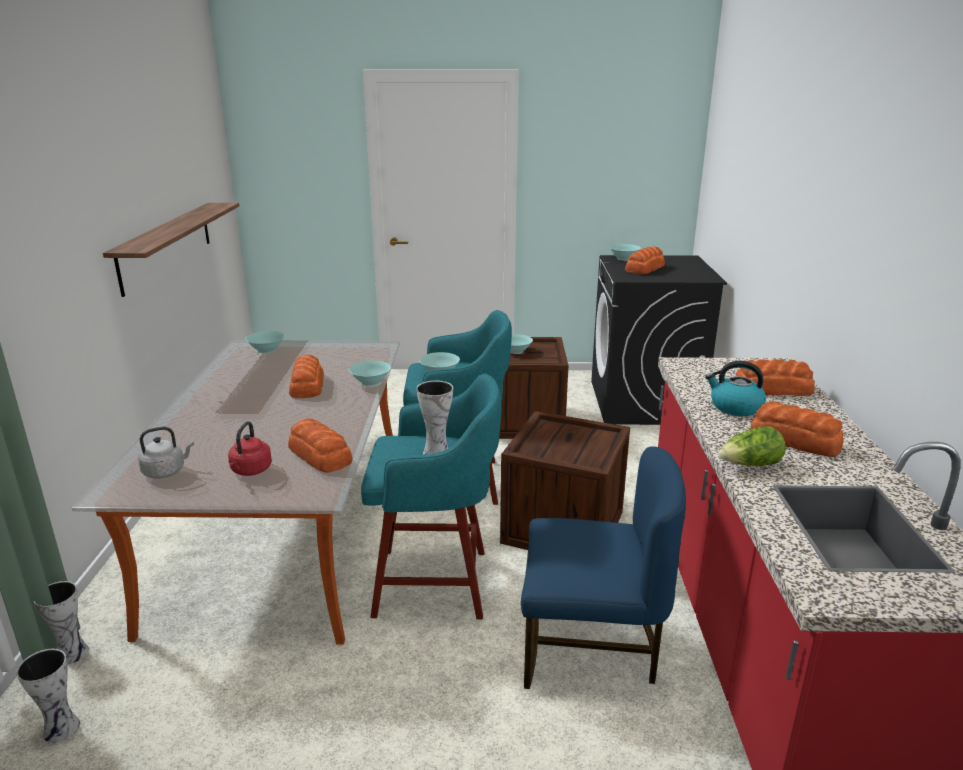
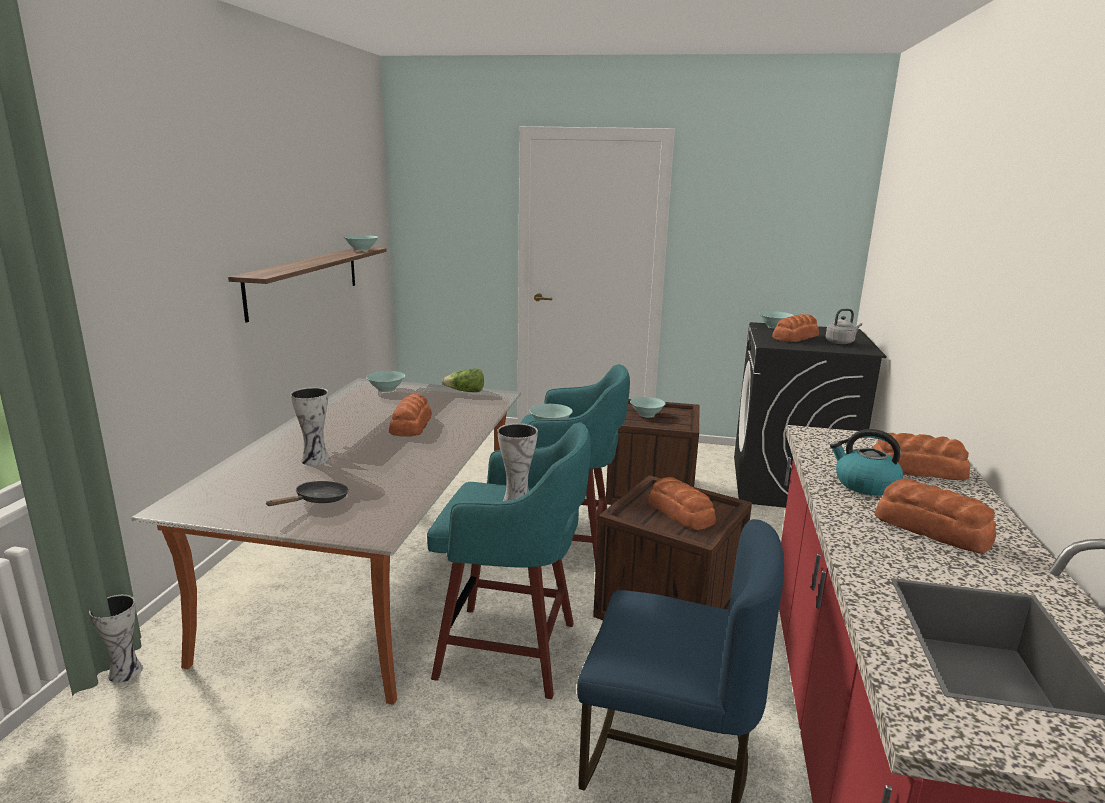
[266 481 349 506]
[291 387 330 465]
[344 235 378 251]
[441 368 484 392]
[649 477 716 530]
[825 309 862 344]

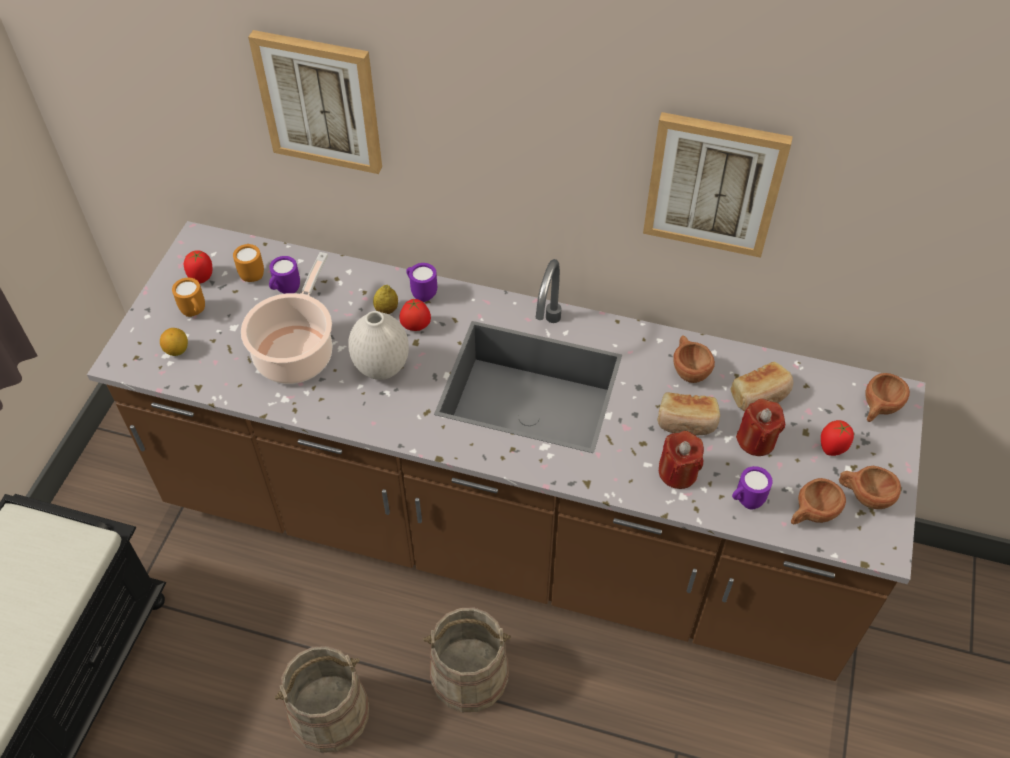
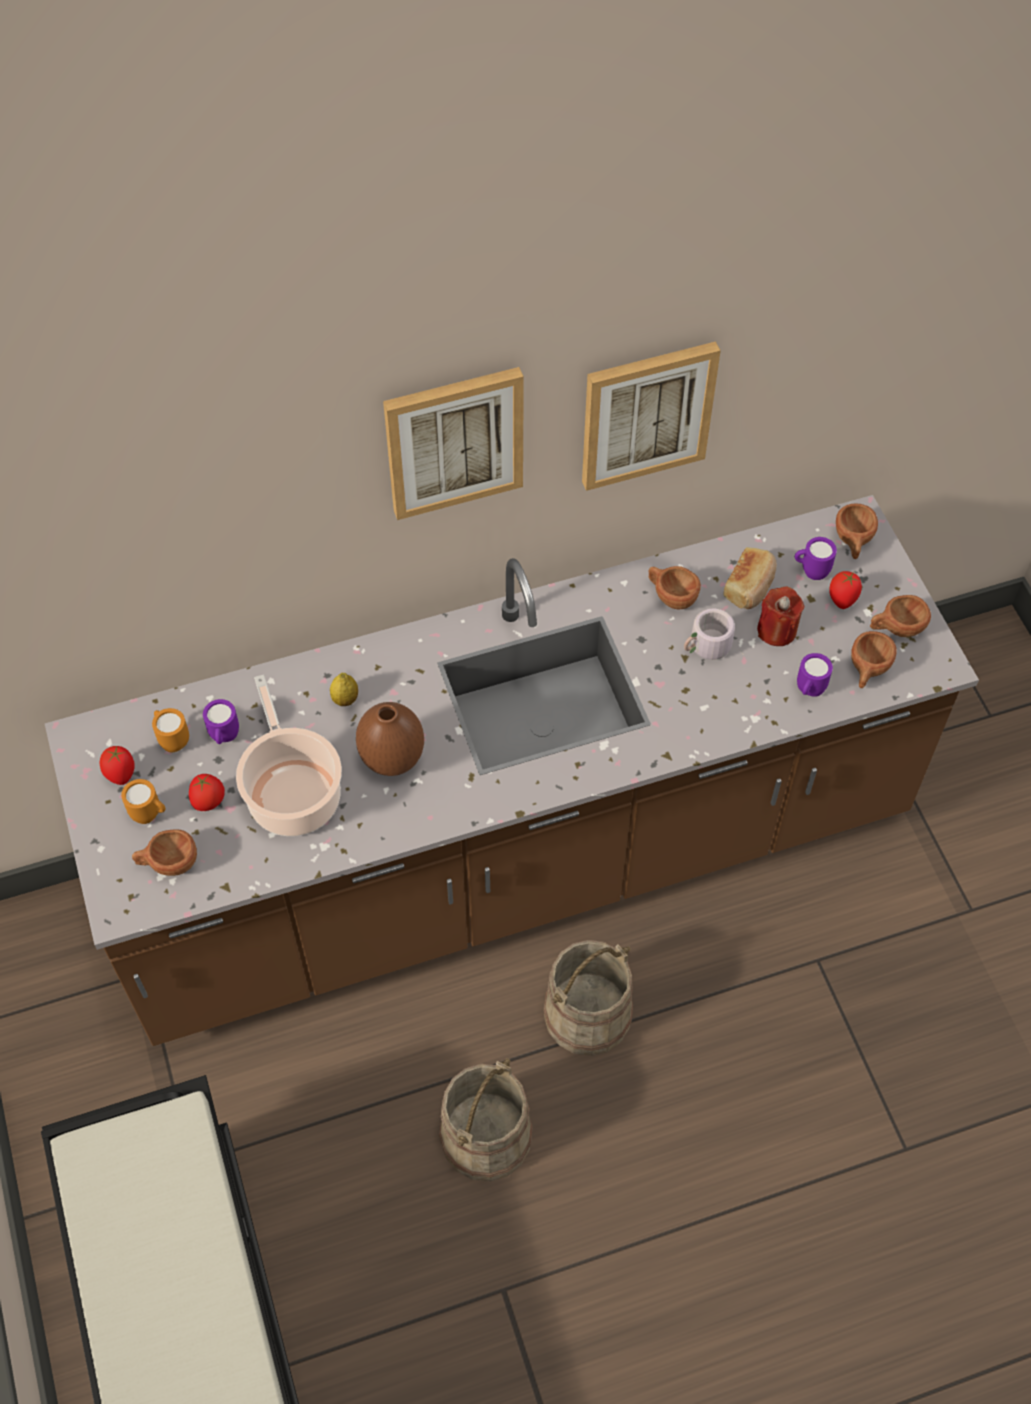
[132 829 197 876]
[189 774 225 811]
[356 702 424 776]
[383 367 524 520]
[684 608 743 660]
[795 537 837 580]
[659 431 704 489] (first image)

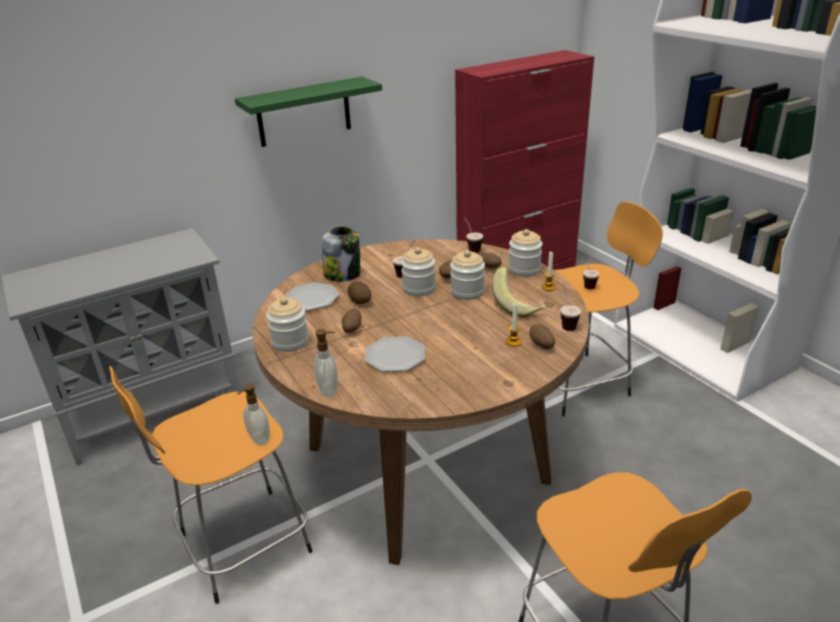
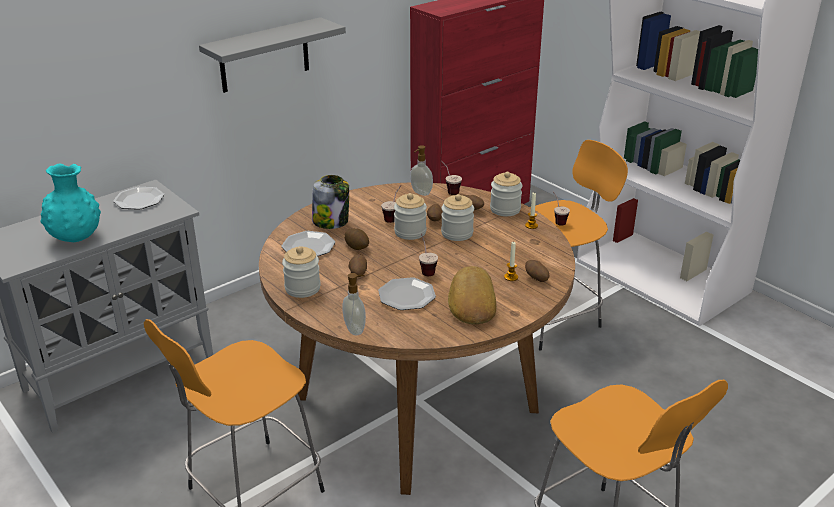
[40 164 101 242]
[113 187 164 210]
[199 17 346 93]
[410 145 433 196]
[419 234 438 276]
[448 266 496 324]
[492 267 546 318] (first image)

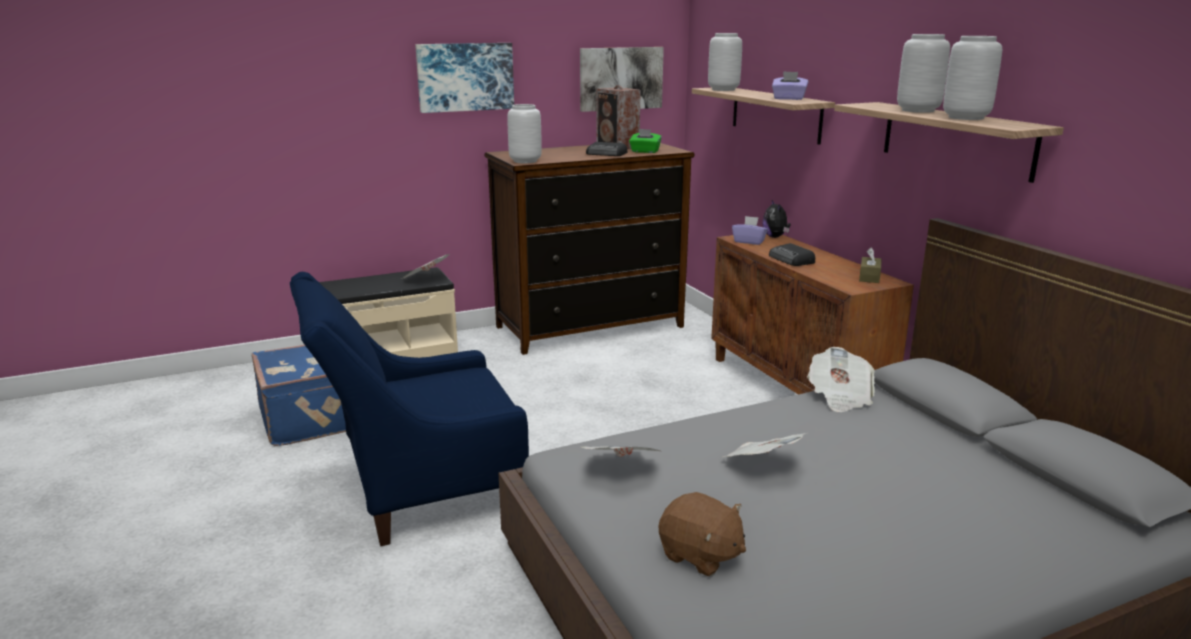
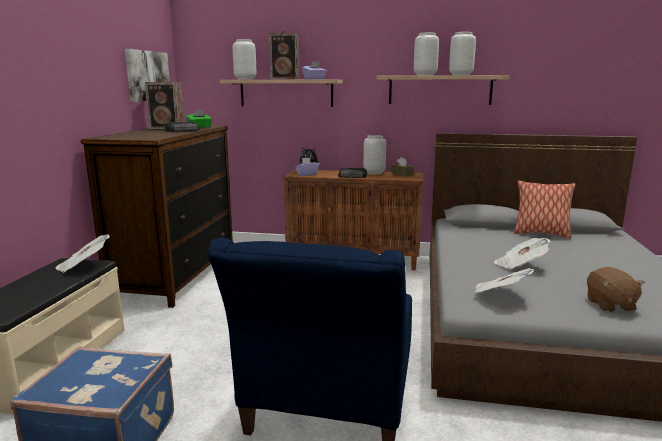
[269 32 300 80]
[363 135 386 175]
[514 180 576 239]
[587 267 645 312]
[415 43 514 113] (first image)
[807 347 875 412] (first image)

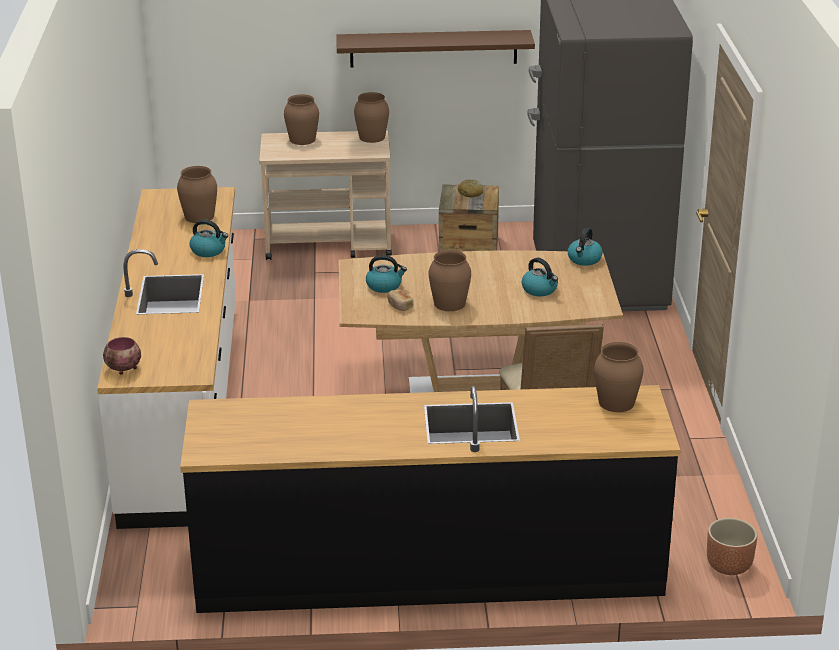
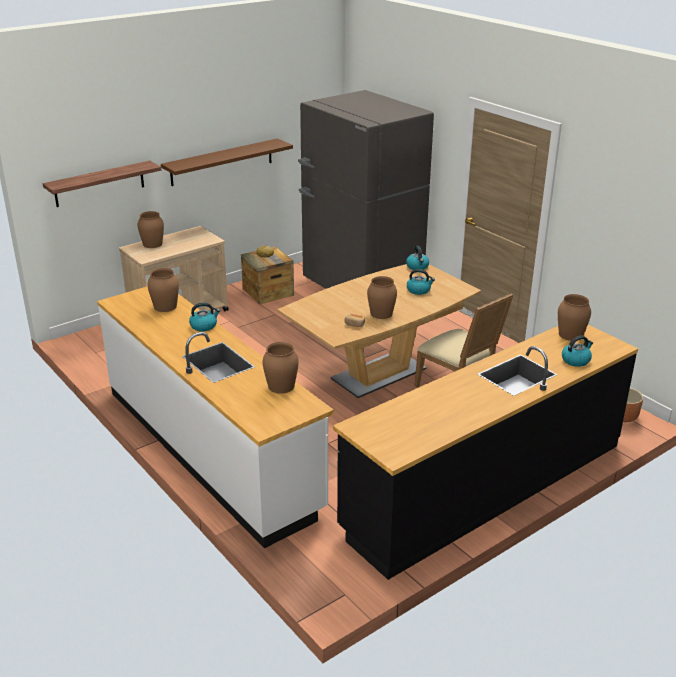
[43 161 161 207]
[262 342 299 394]
[562 336 593 367]
[103 337 141 375] (first image)

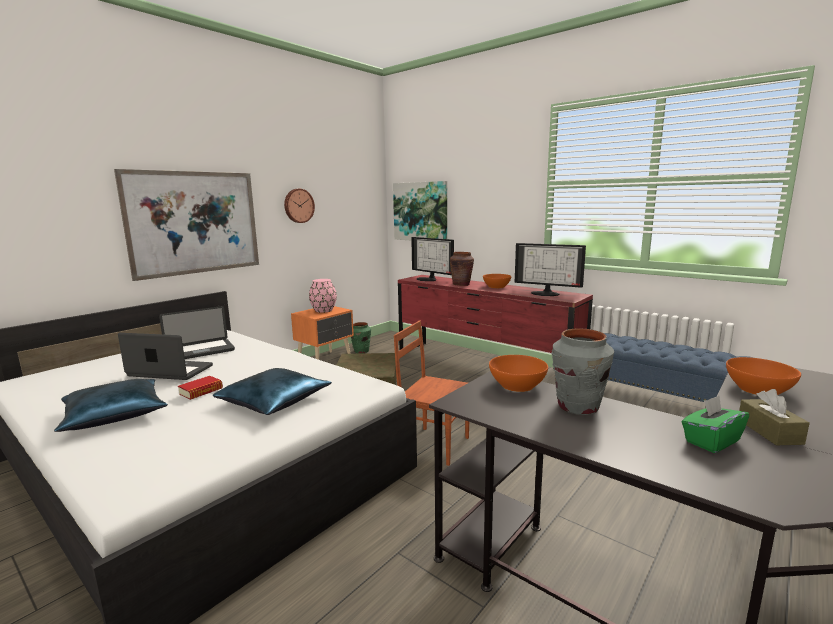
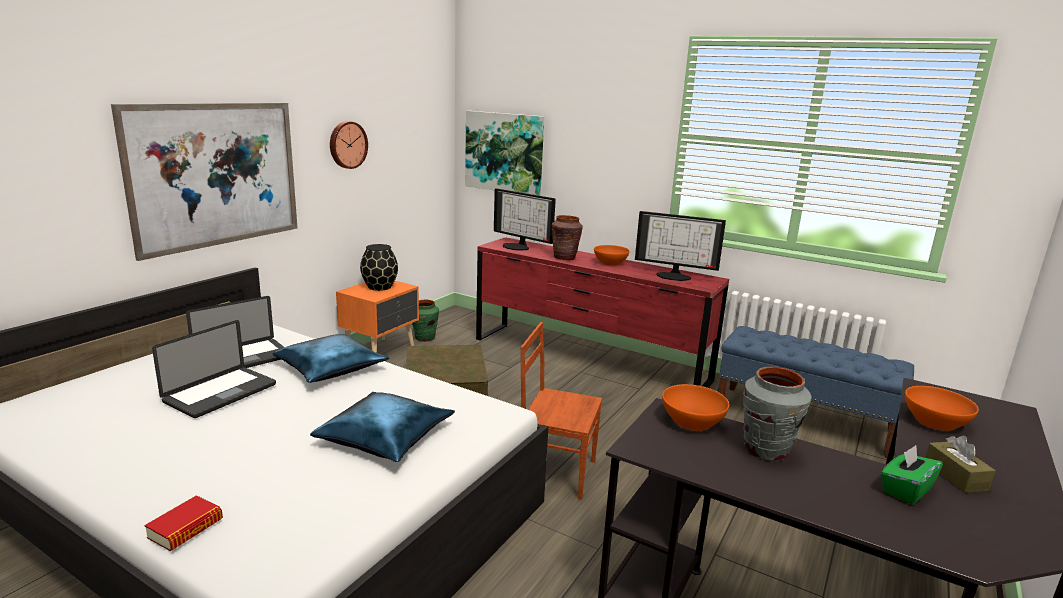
[144 495 223 551]
[152 320 276 418]
[273 334 389 383]
[360 244 398 291]

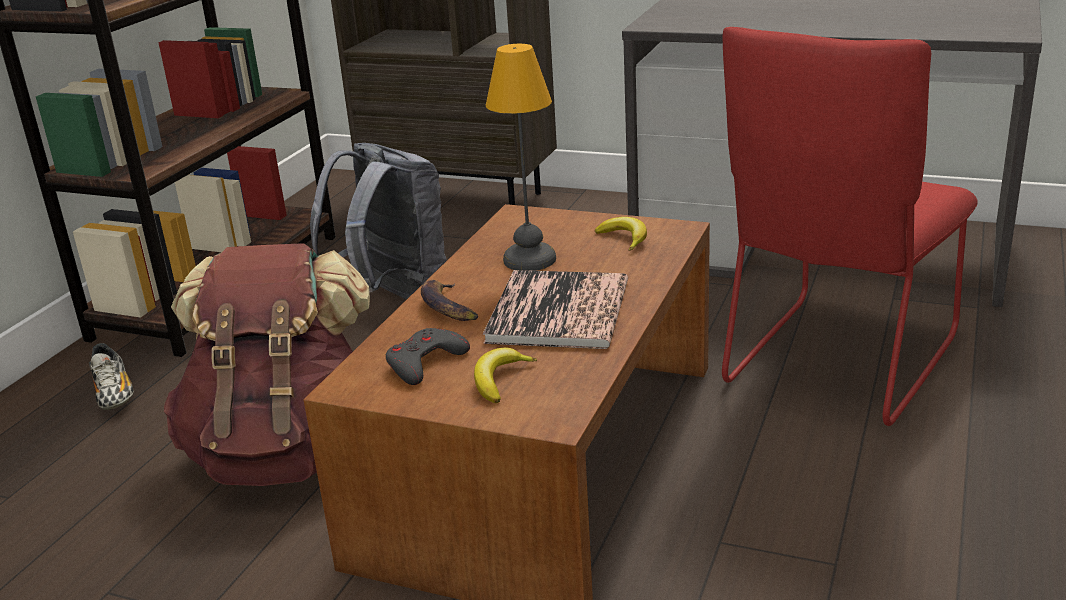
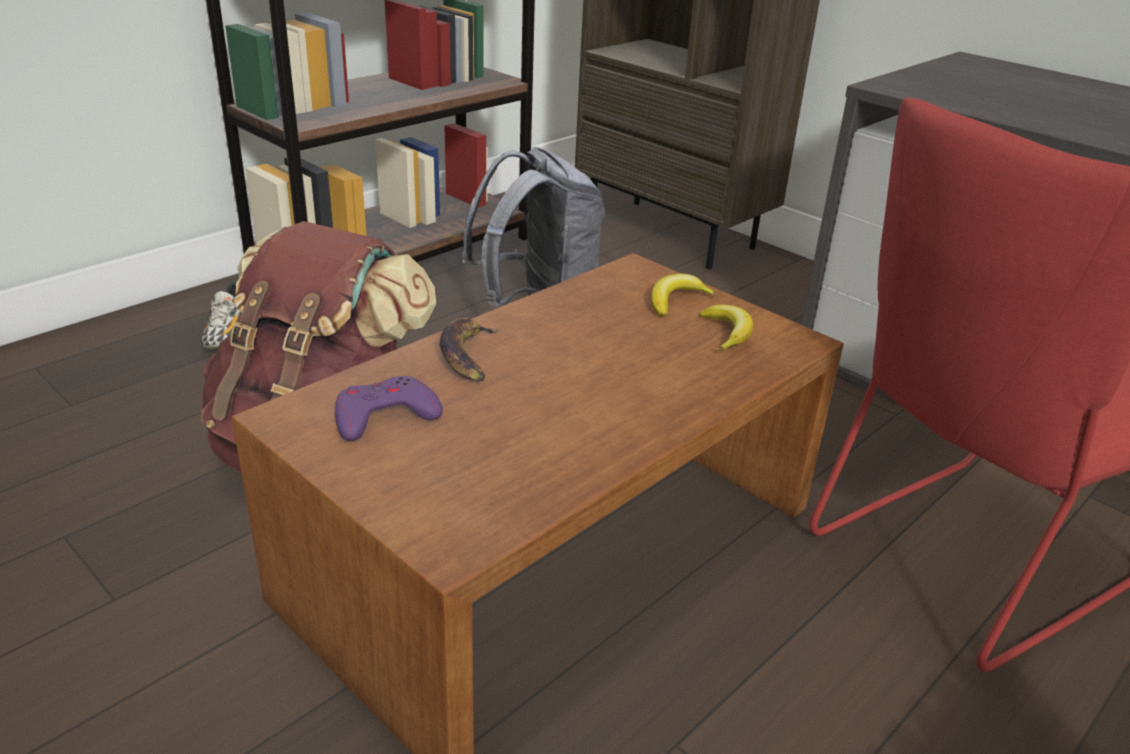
[335 376 443 441]
[651 274 717 317]
[483 270 628 349] (first image)
[486 44 556 271] (first image)

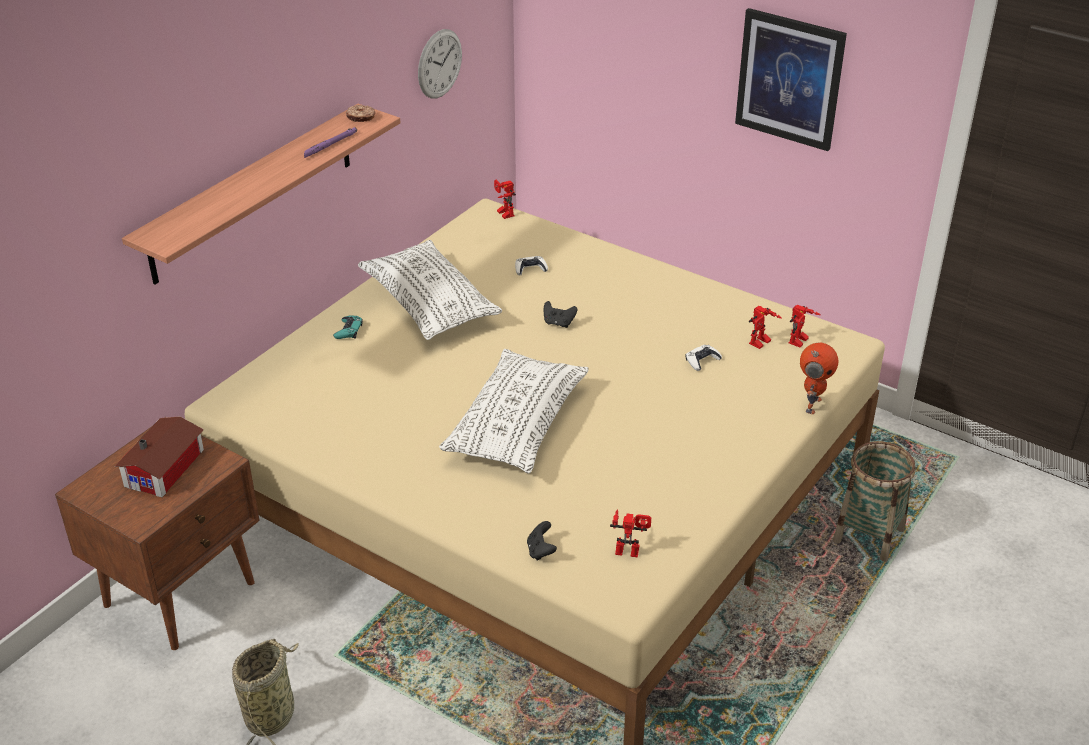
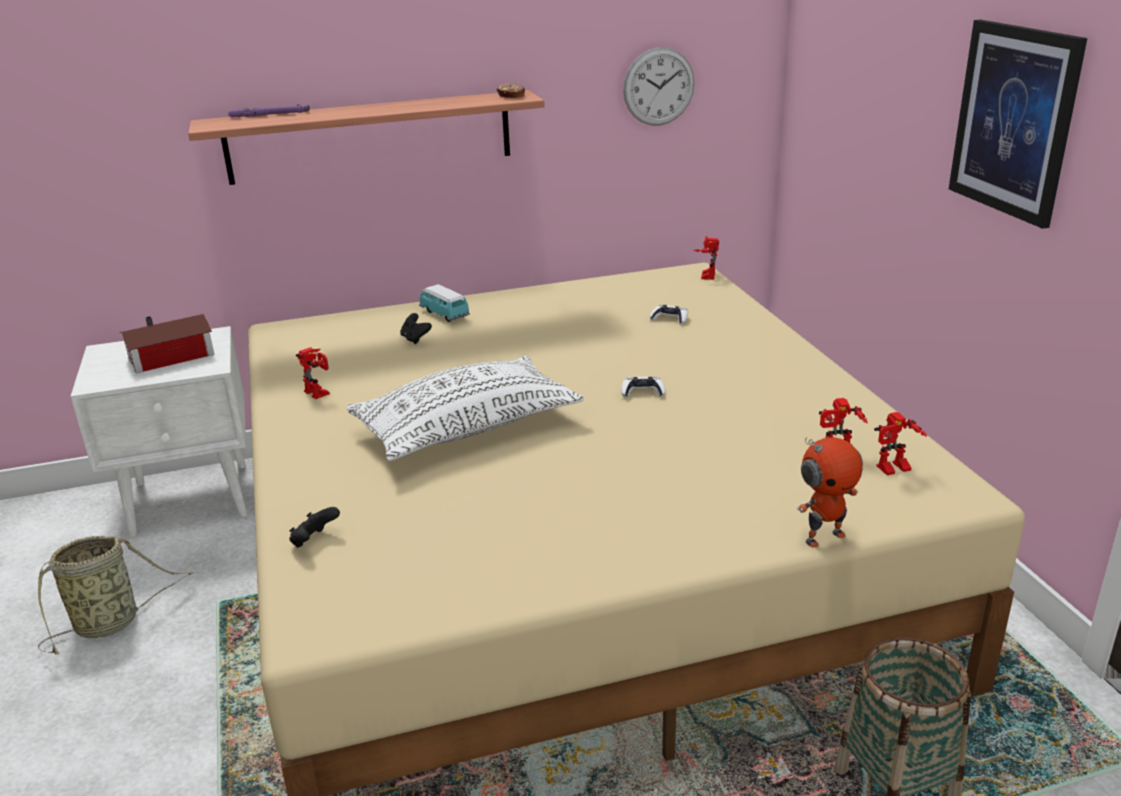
[70 326 247 537]
[228 104 310 117]
[296 347 330 399]
[400 313 432 344]
[419 284 470 322]
[621 376 665 398]
[358 240 502 340] (first image)

